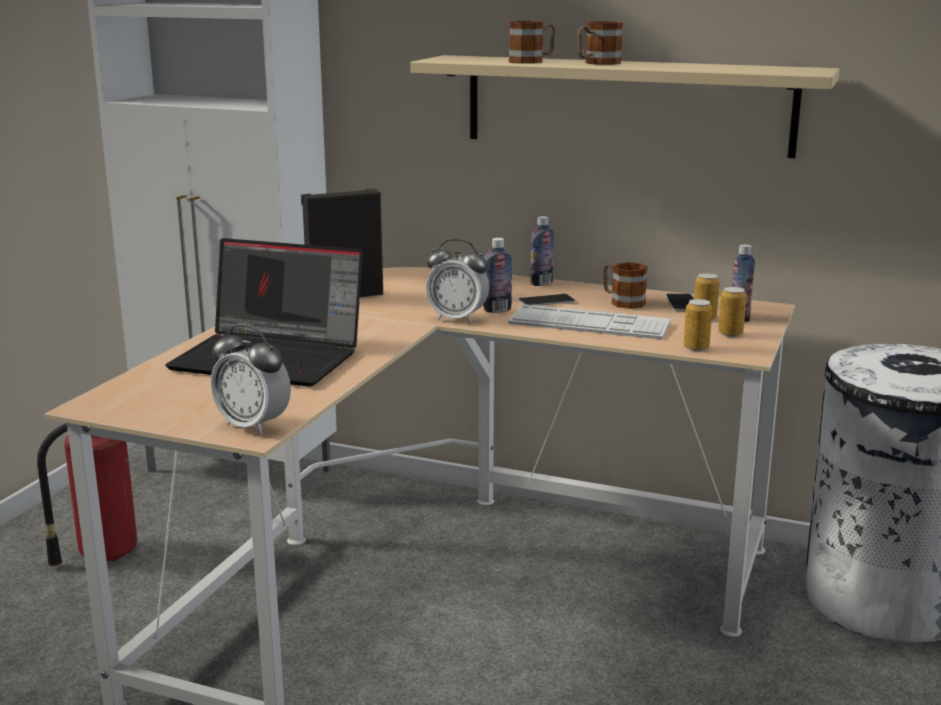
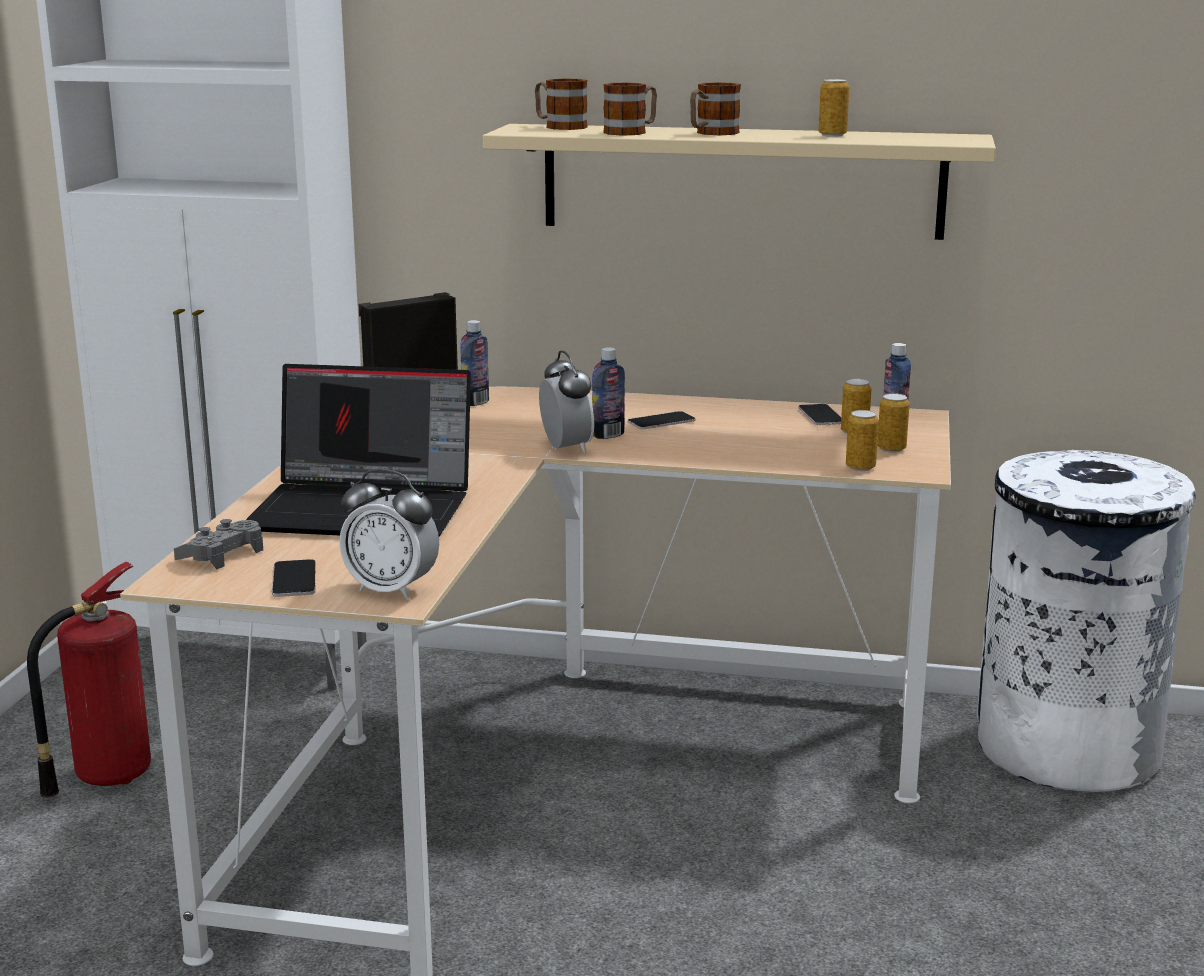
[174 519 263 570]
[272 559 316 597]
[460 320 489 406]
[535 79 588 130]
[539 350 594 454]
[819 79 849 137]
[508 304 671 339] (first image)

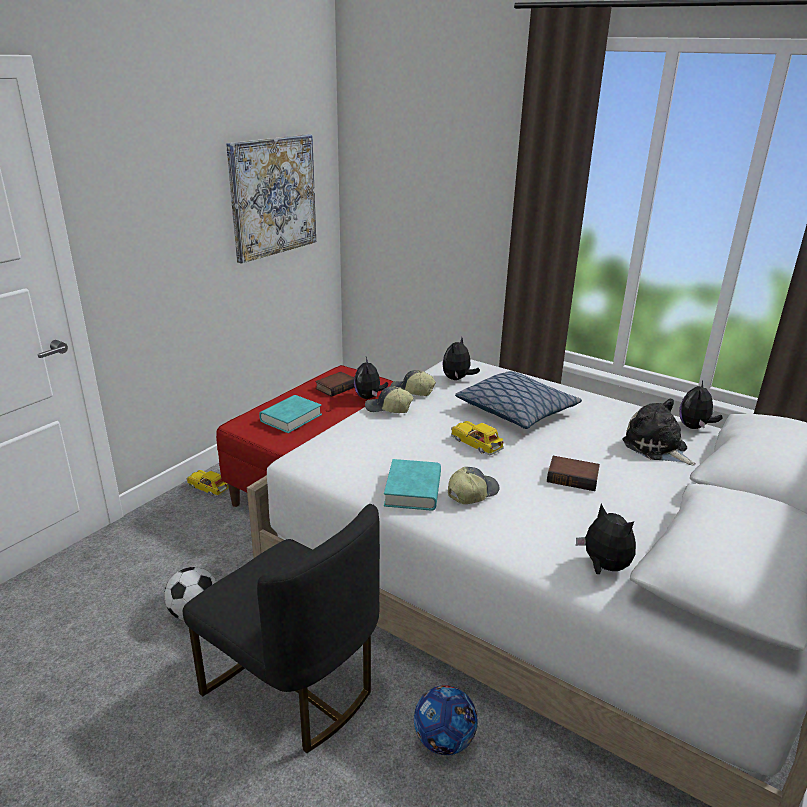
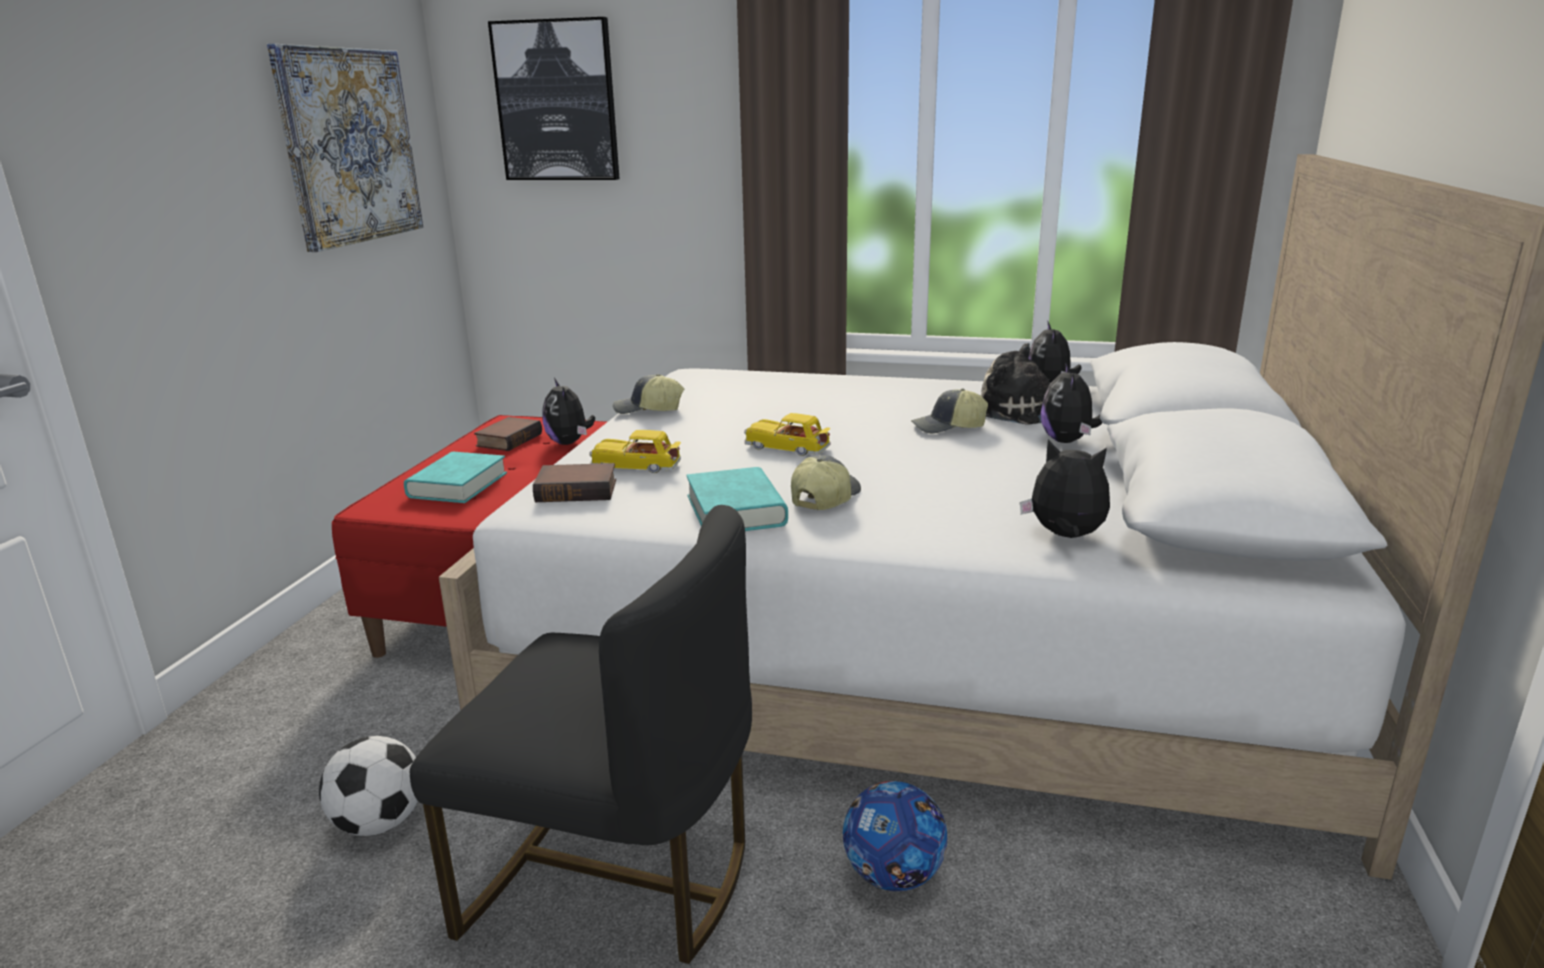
[488 17 620 180]
[533 463 616 502]
[590 430 681 473]
[911 388 988 434]
[1041 362 1103 443]
[455 371 582 429] (first image)

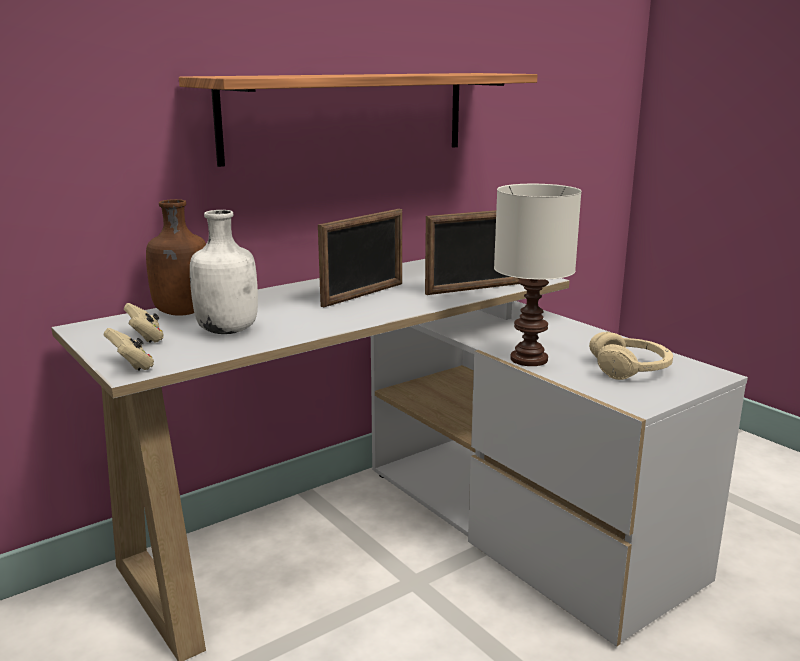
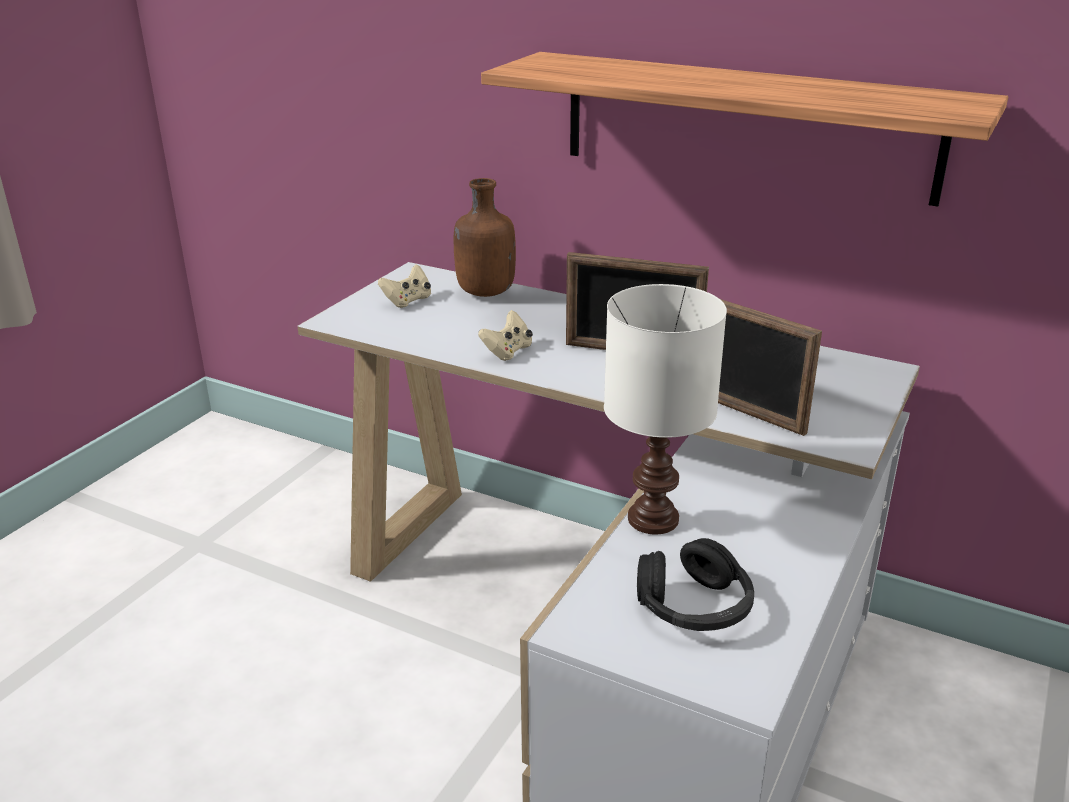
[478 310 533 361]
[637 538 754 631]
[190 210 258 334] (first image)

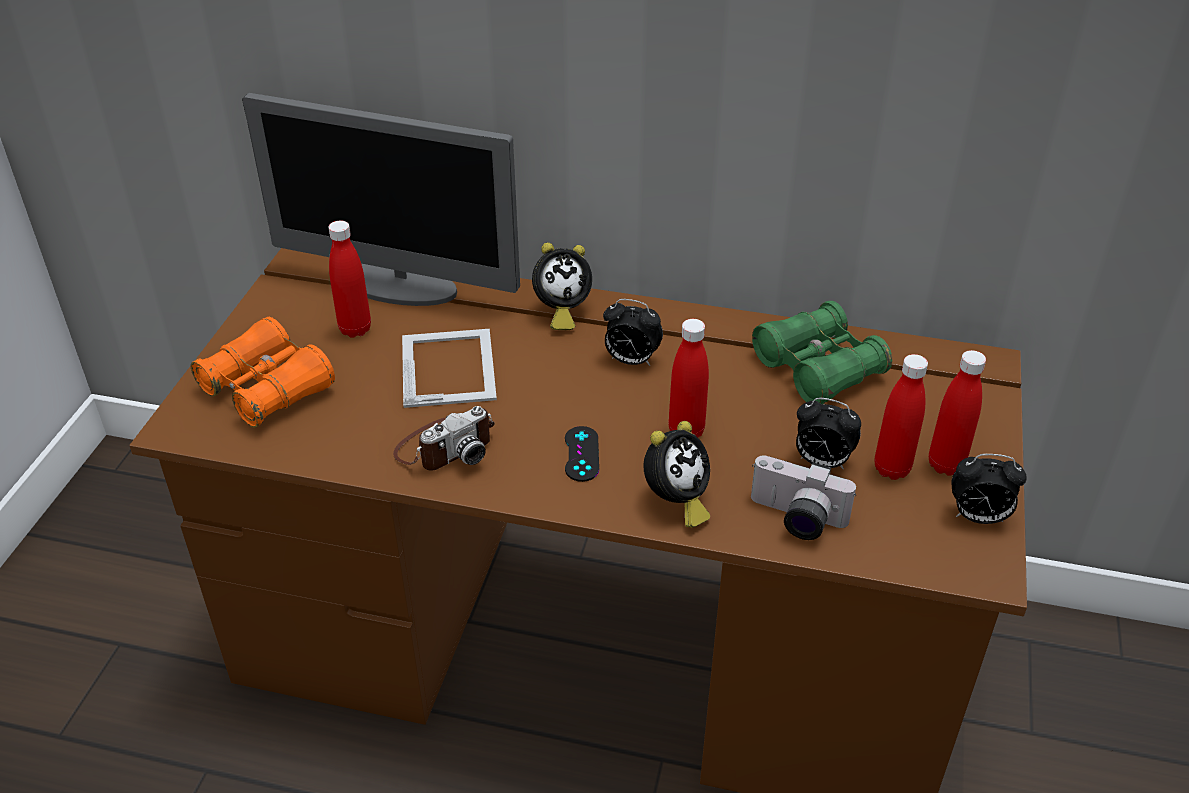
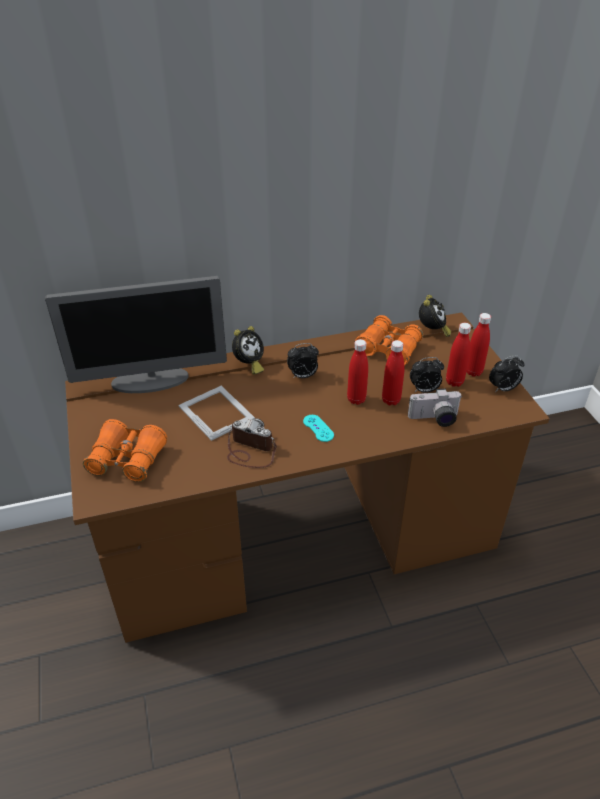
[227 419 277 468]
[303 415 334 442]
[354 315 424 366]
[382 340 404 405]
[419 295 451 337]

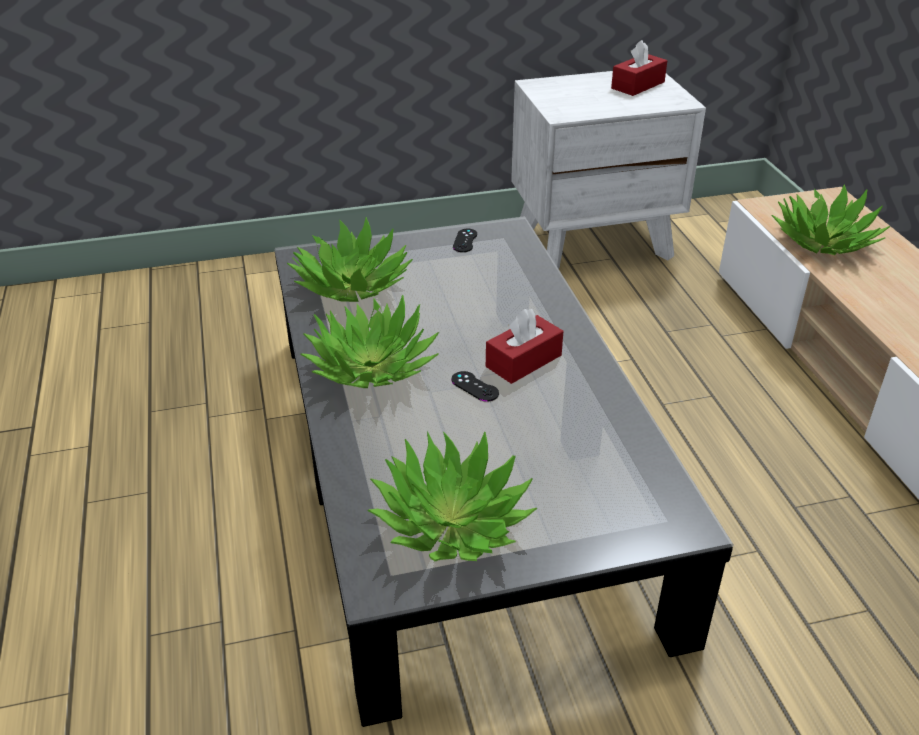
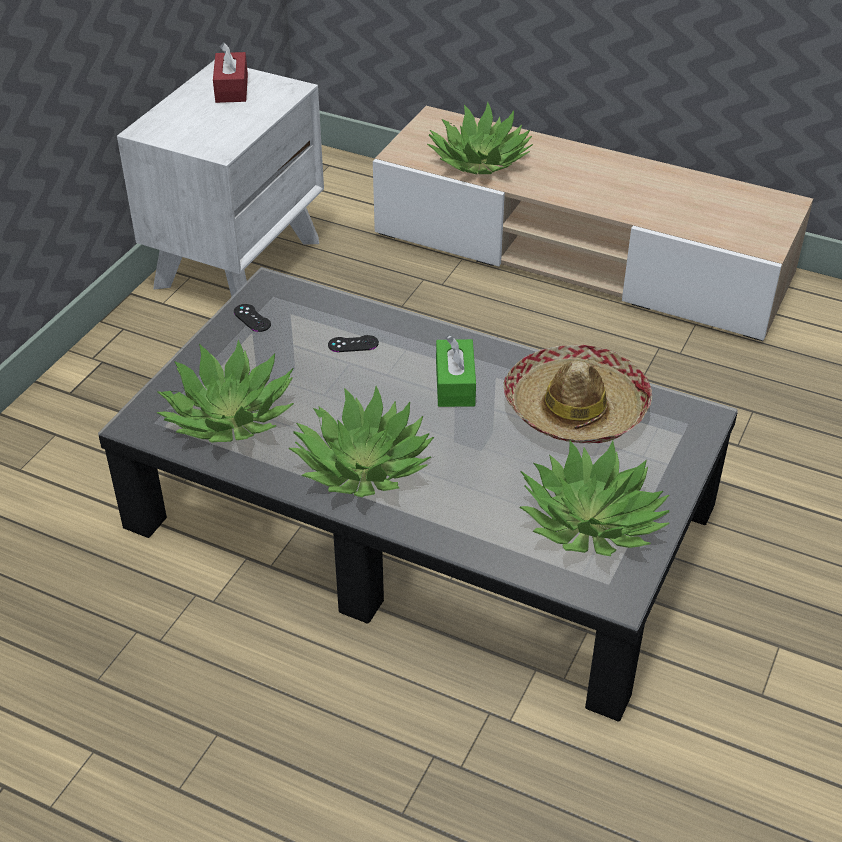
[328 335 379 352]
[436 335 476 407]
[503 345 652 444]

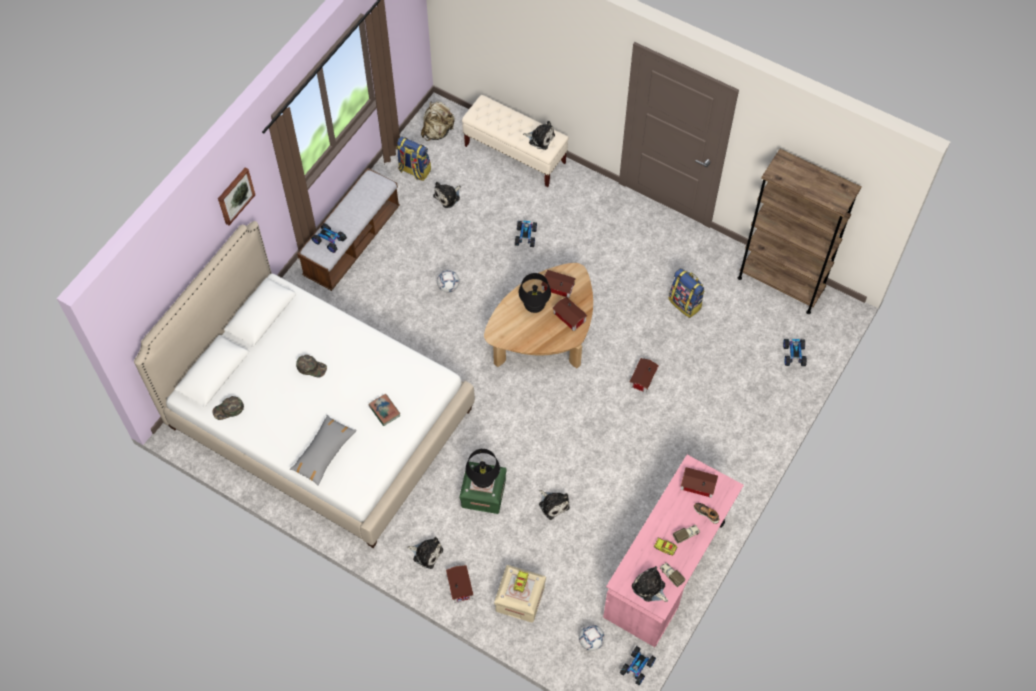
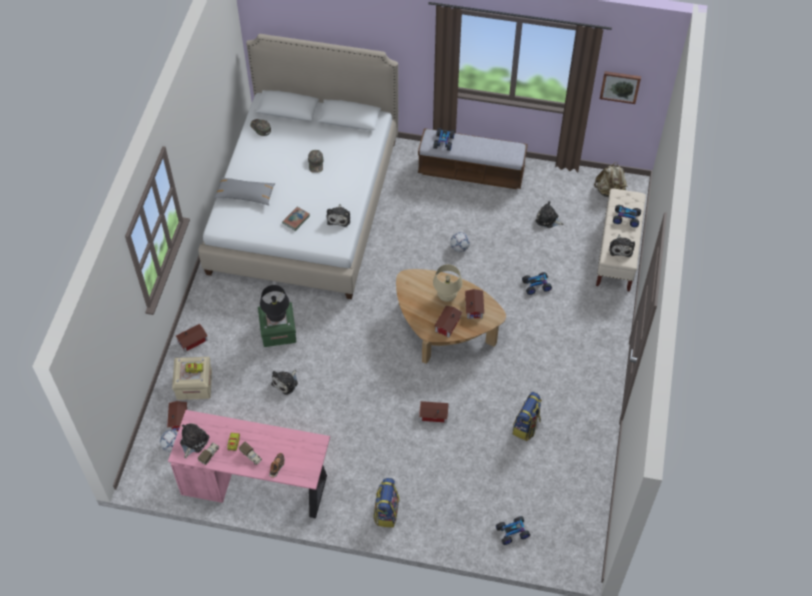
[167 401 187 431]
[327 204 350 227]
[373 478 399 528]
[433 264 462 302]
[600 71 641 104]
[613 205 641 227]
[738 149 862 314] (first image)

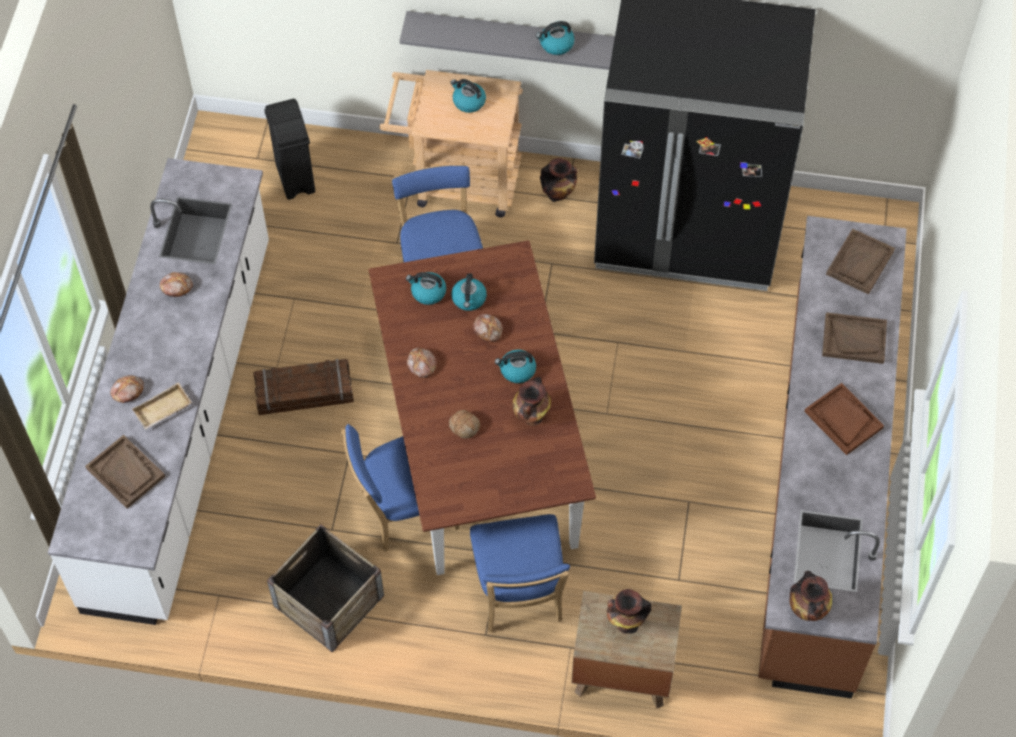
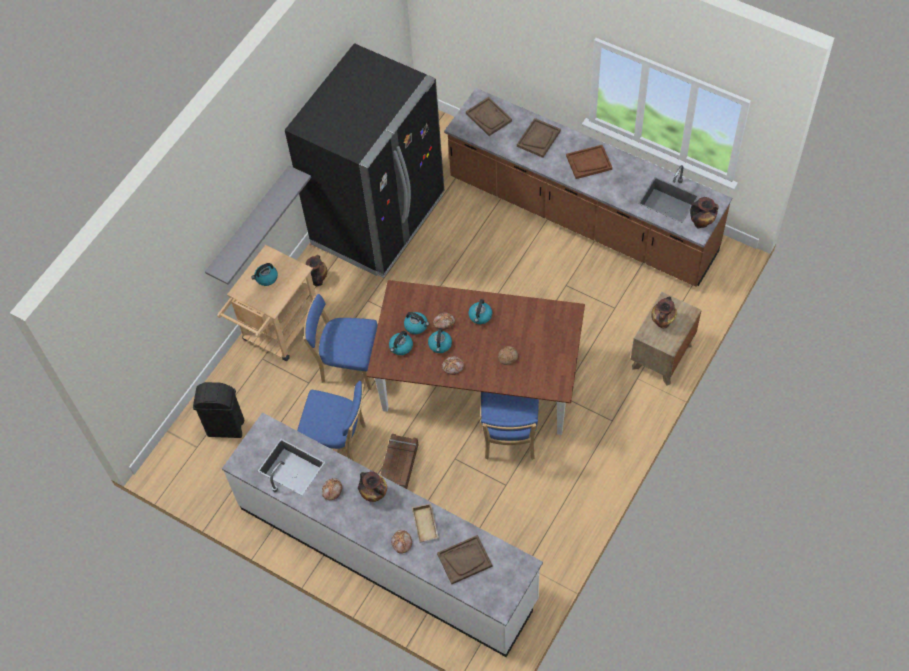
[297 381 366 461]
[358 471 387 502]
[428 328 452 353]
[267 524 384 652] (first image)

